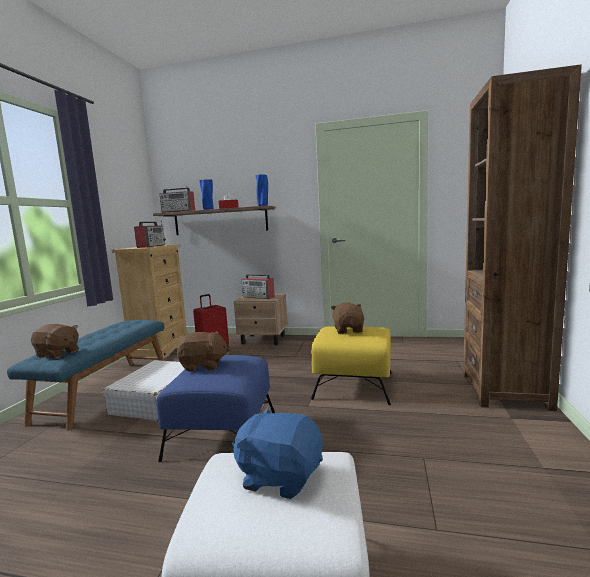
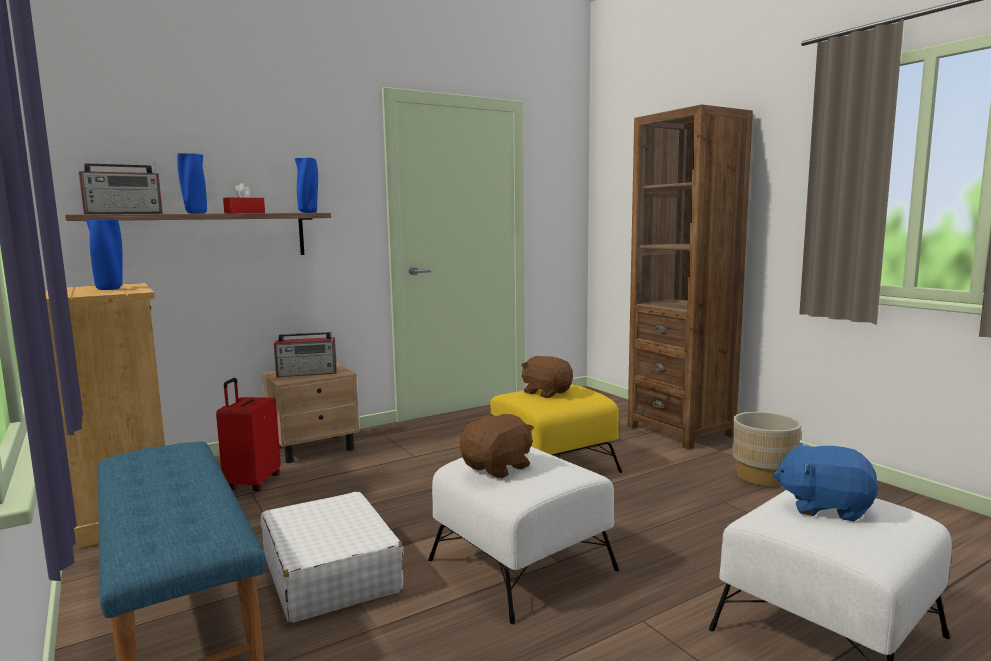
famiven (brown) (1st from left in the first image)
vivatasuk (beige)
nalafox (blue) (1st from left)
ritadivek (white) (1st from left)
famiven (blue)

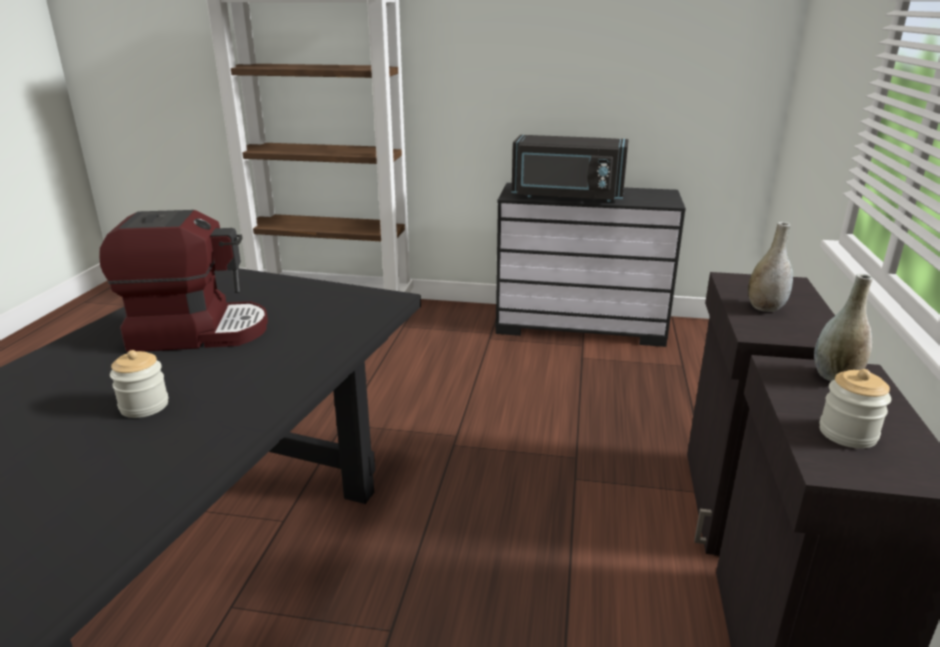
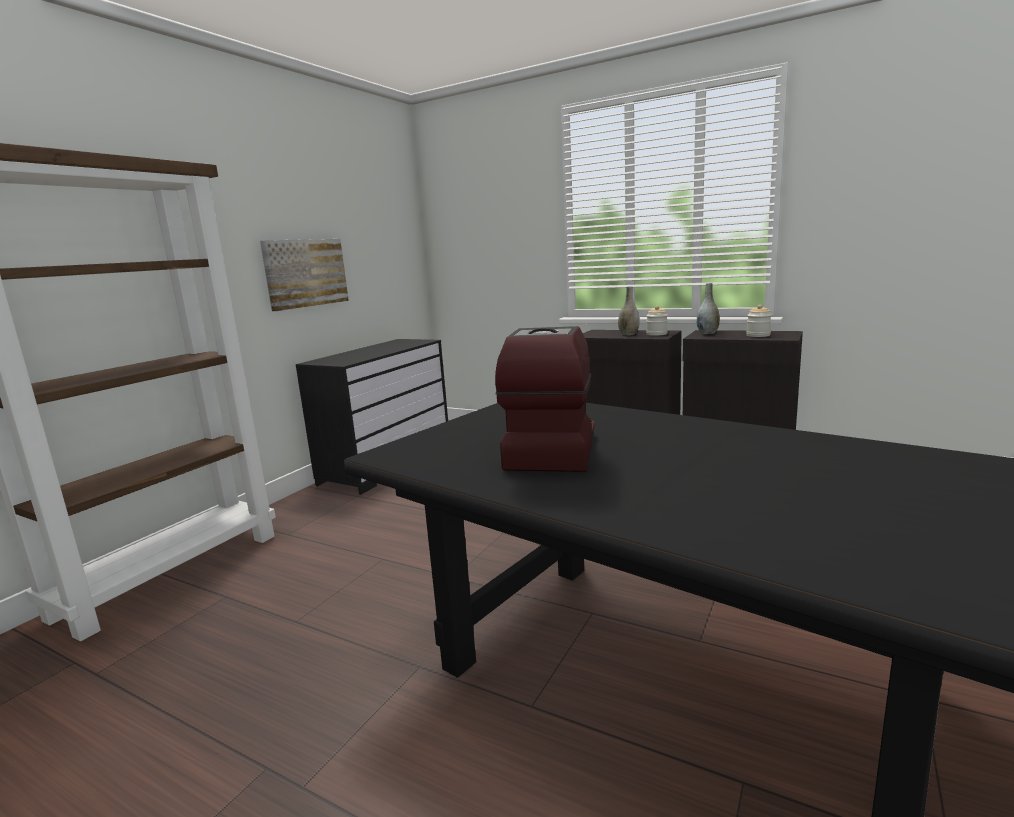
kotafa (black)
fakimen
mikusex (1st from left)

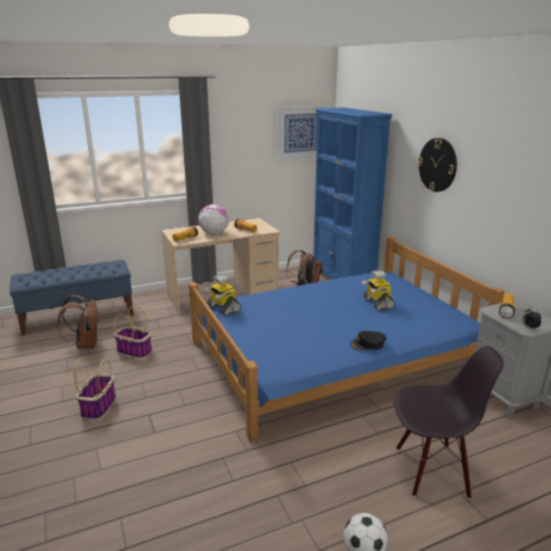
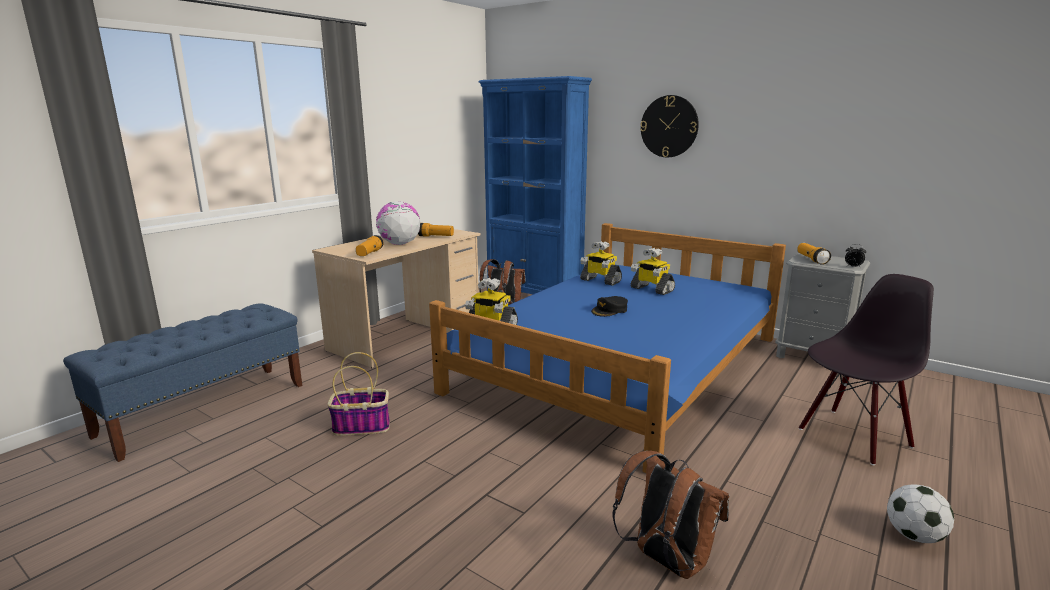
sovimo (1st from left in the first image)
fakimen
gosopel (2nd from left)
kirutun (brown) (2nd from left)
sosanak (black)

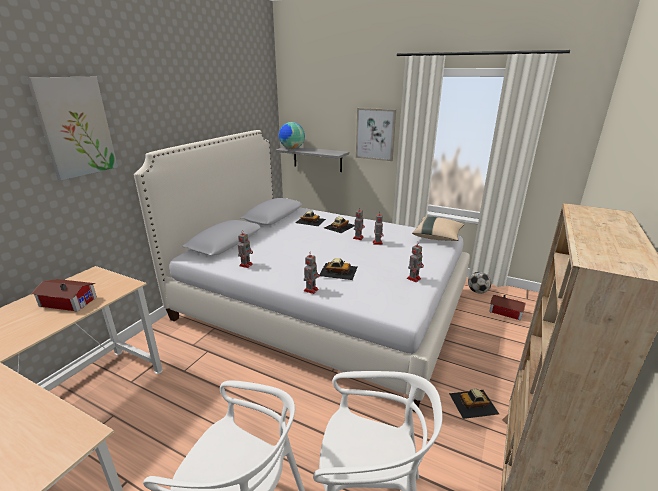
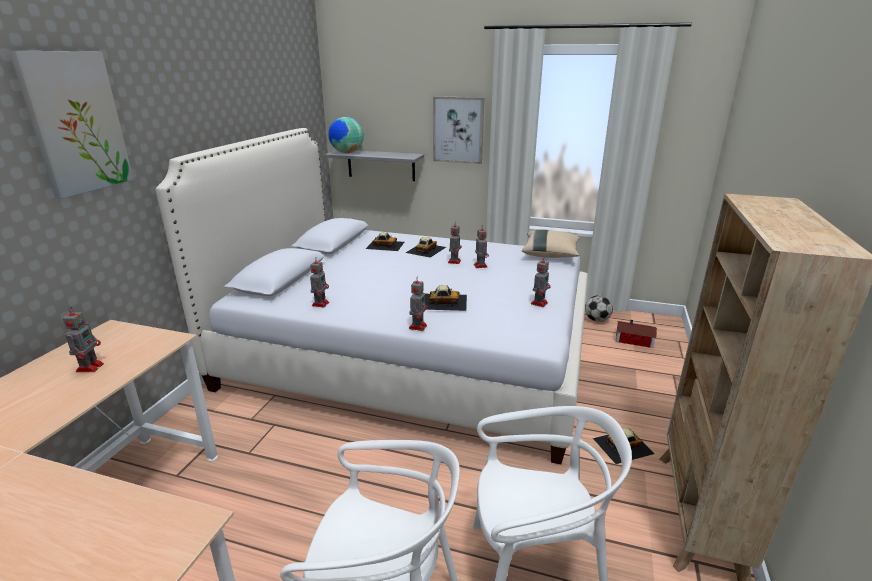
gosopel (1st from left)

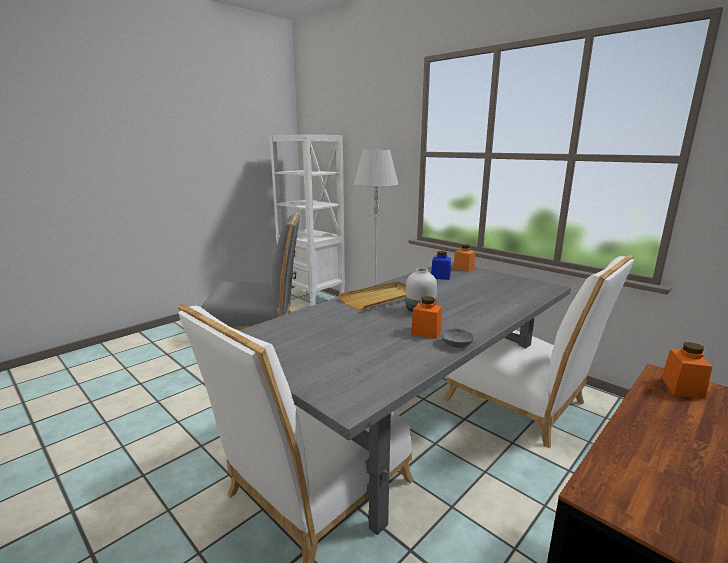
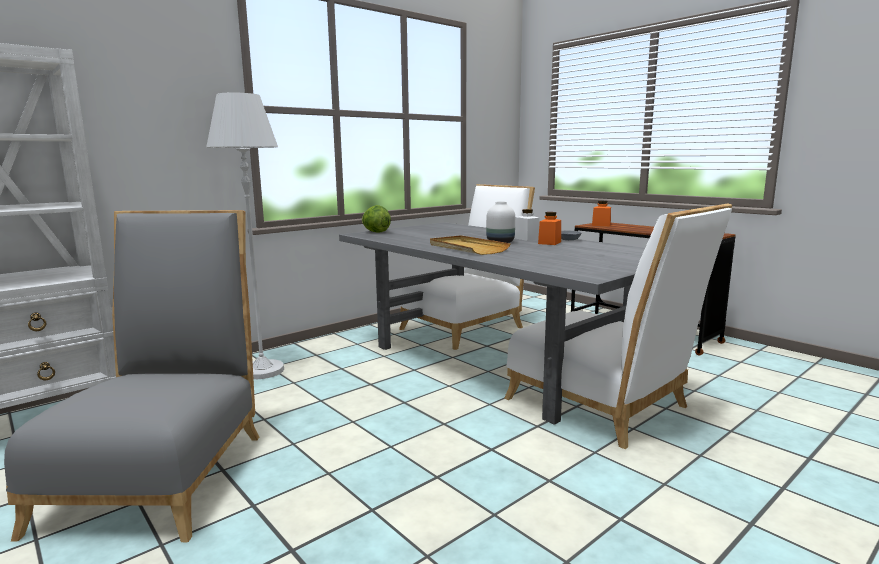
mikusex (blue)
mikusex (white)
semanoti

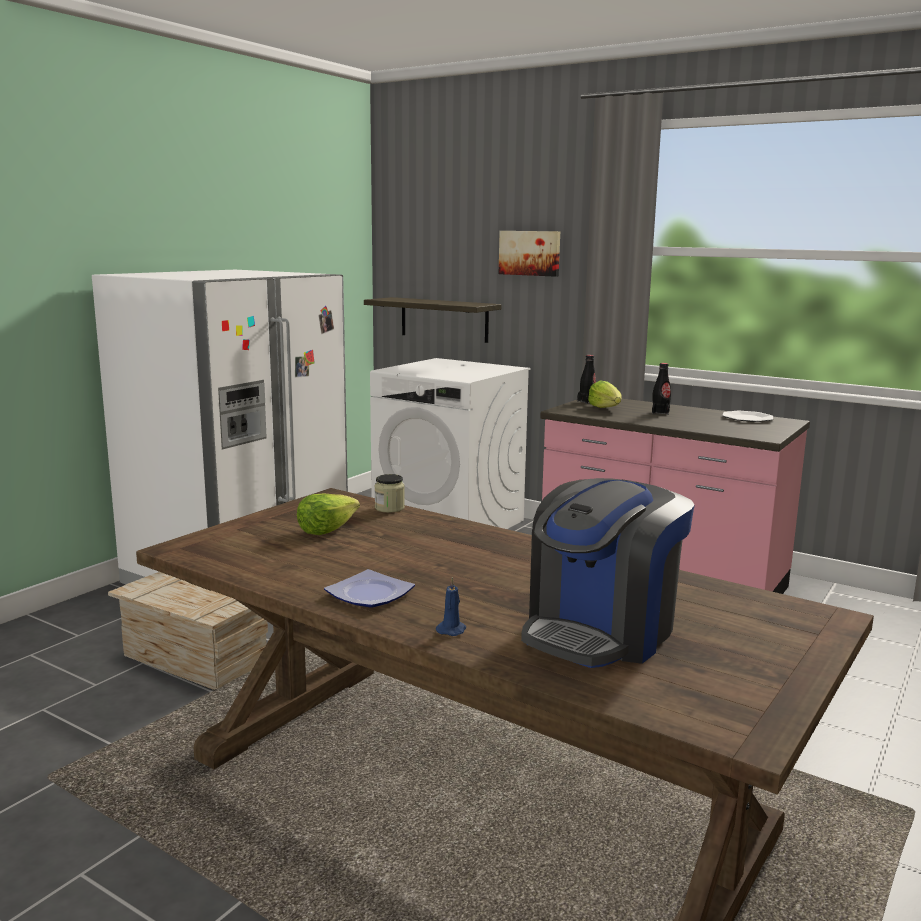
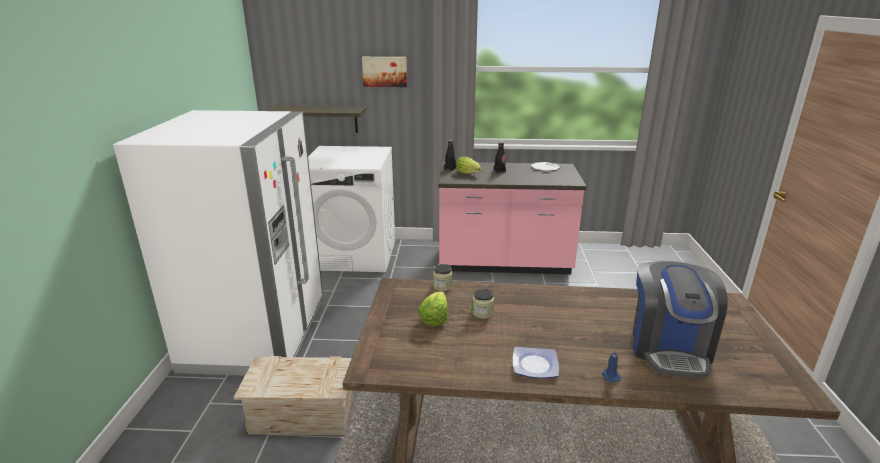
mikusex (2nd from left)

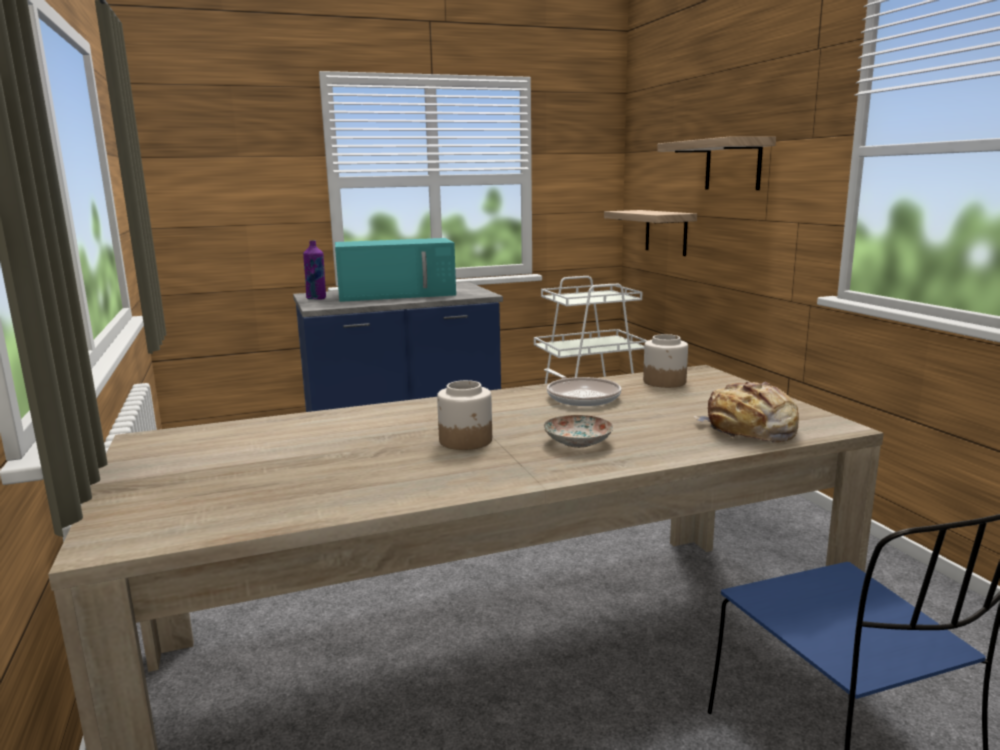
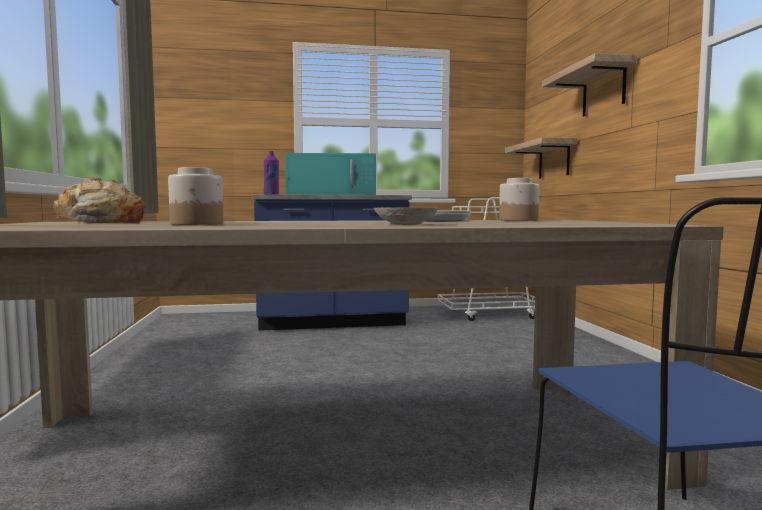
mikusex (1st from left)
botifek

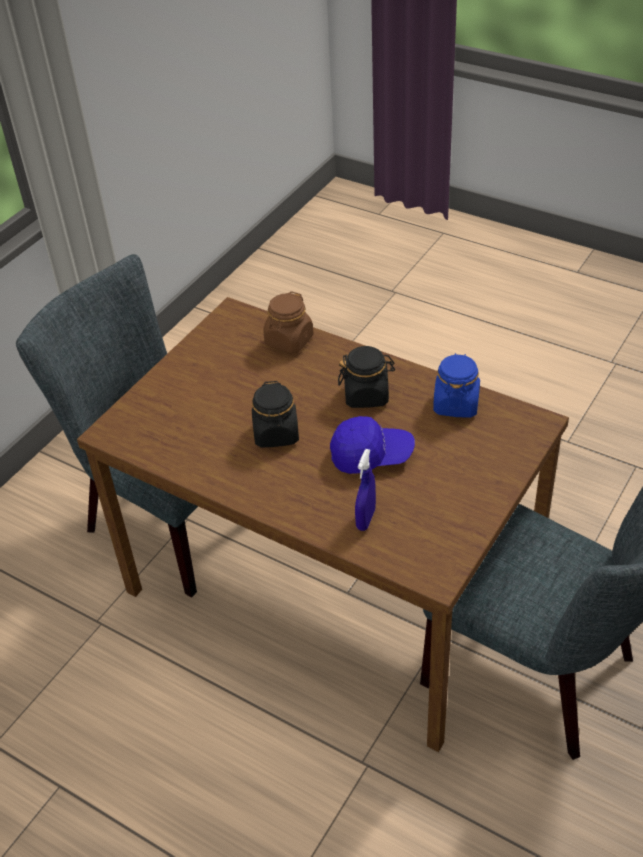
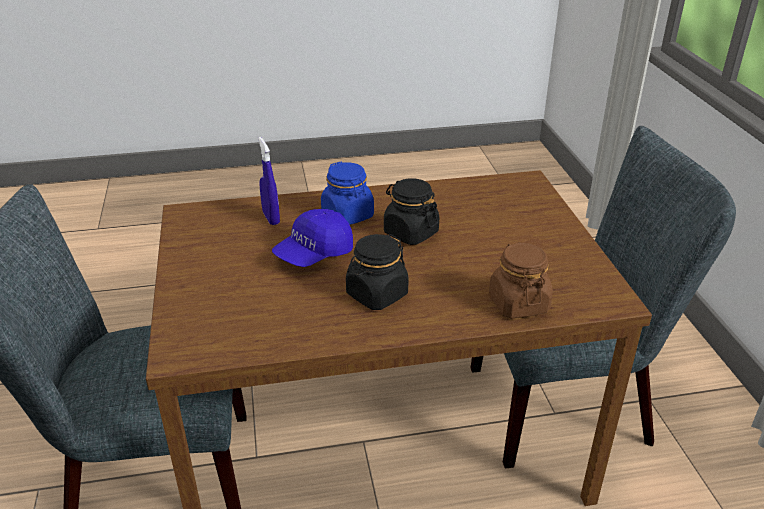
mikusex (blue)

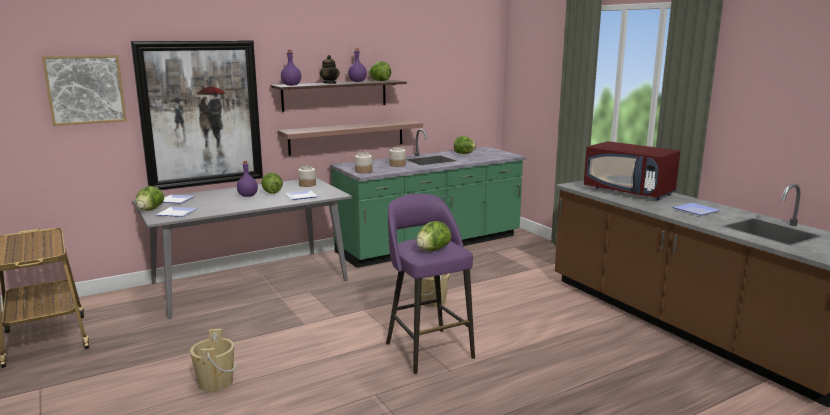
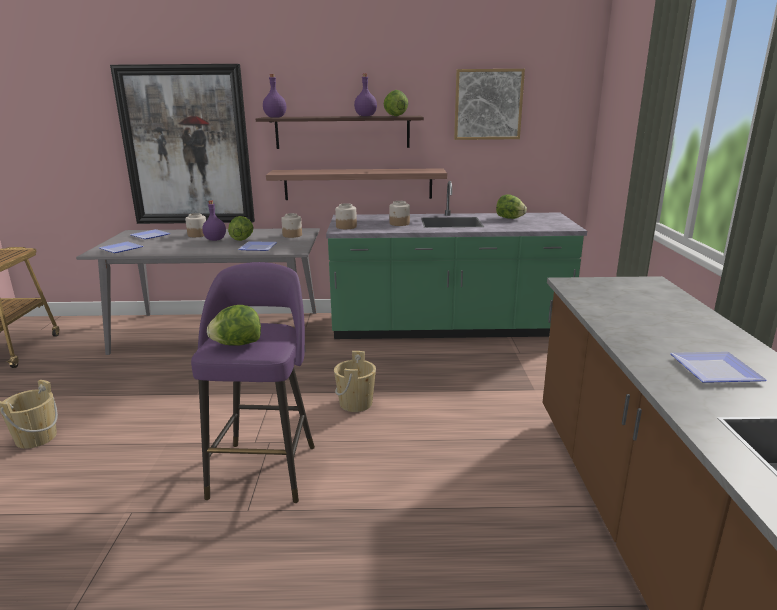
semanoti (1st from left in the first image)
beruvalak
kotafa (red)
mikusex (1st from left)
fakimen (2nd from left)

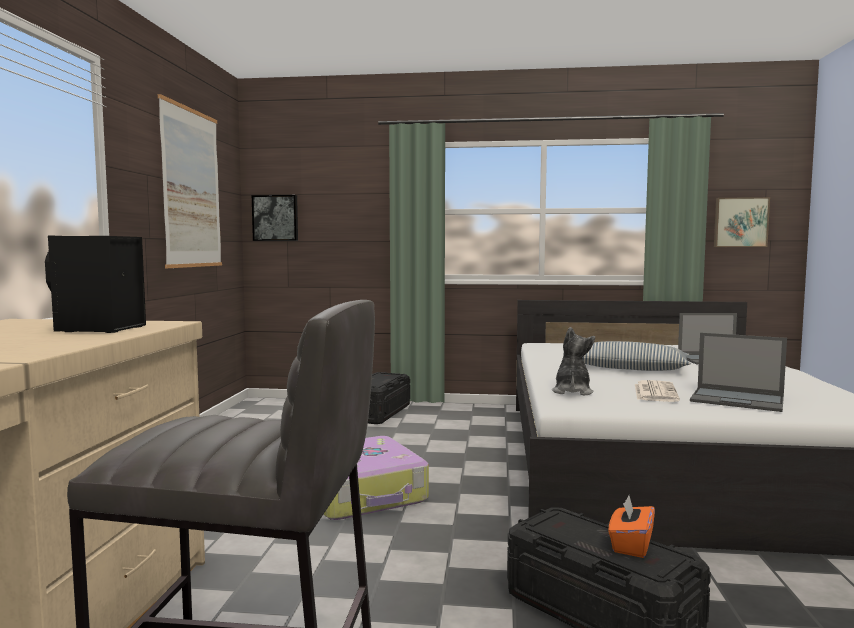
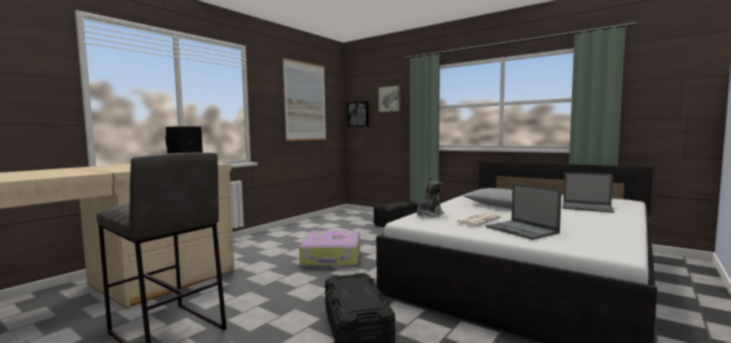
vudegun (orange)
fakimen (3rd from left)

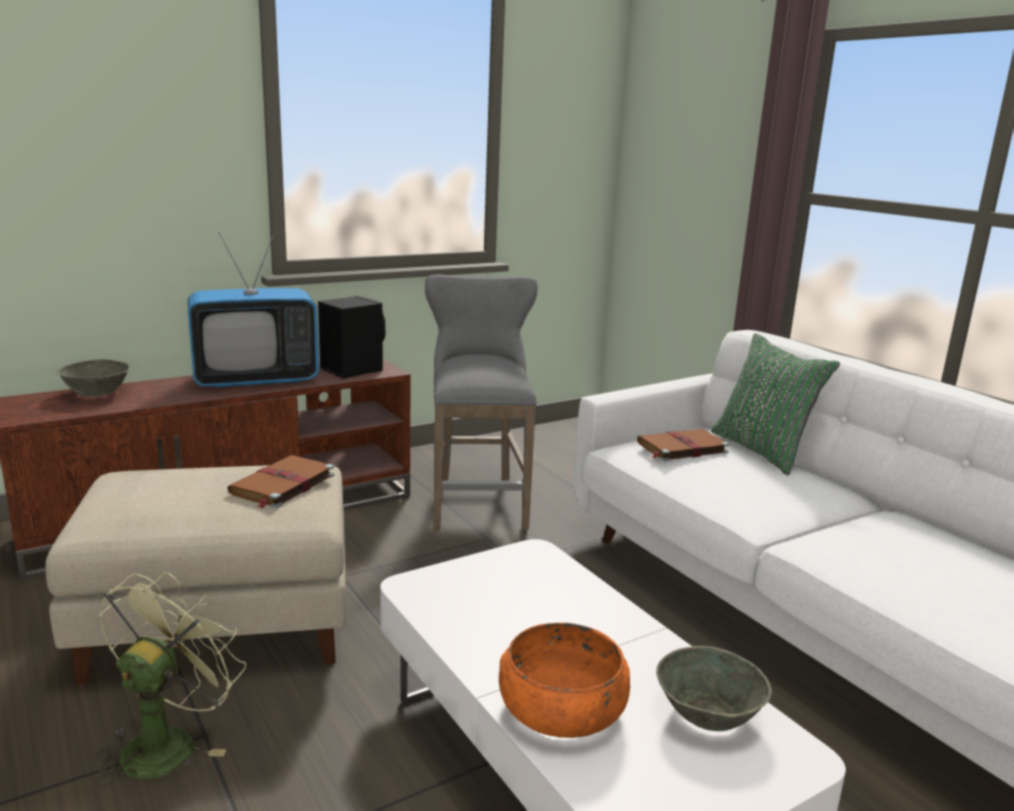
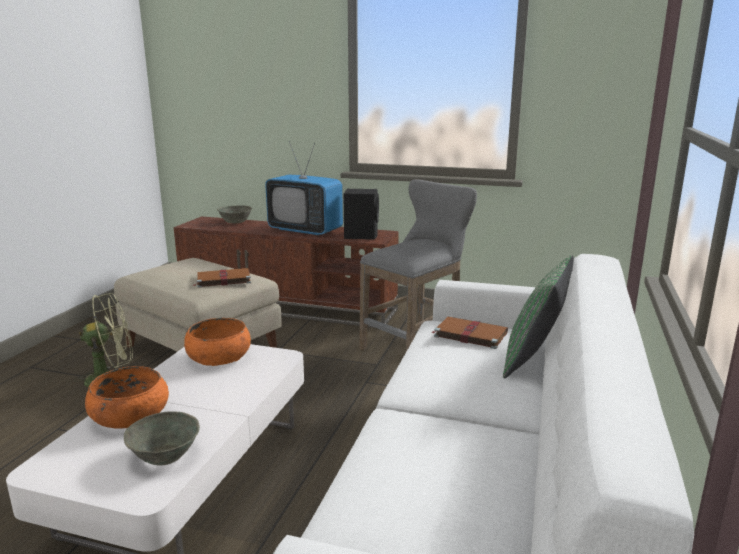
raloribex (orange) (2nd from left)

